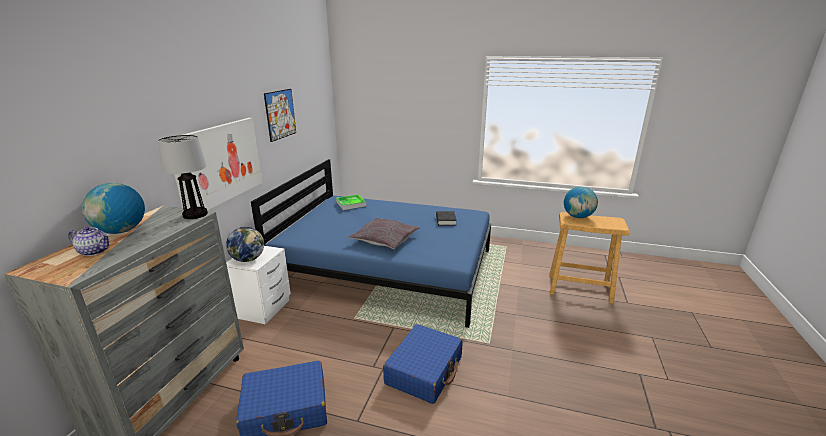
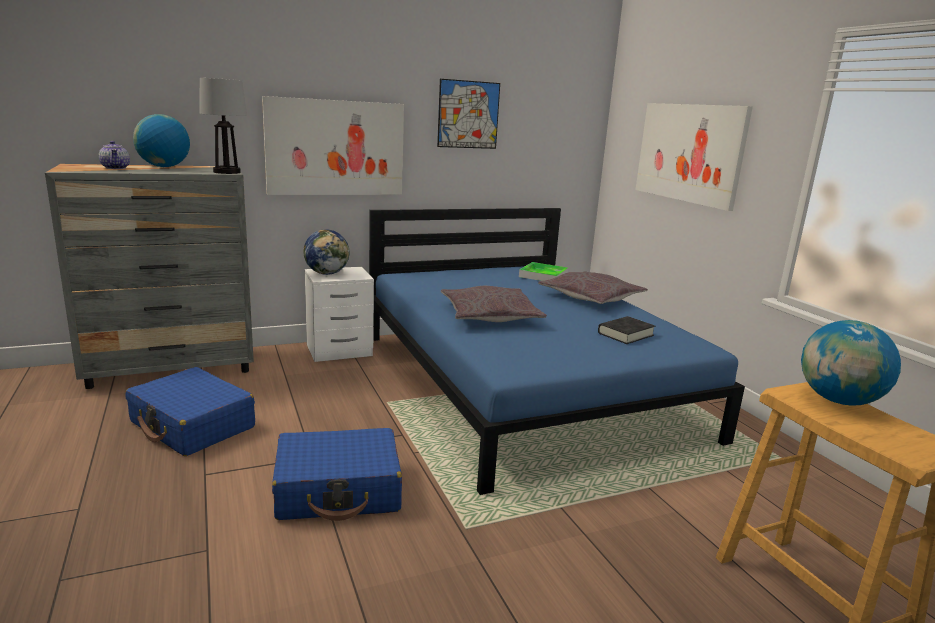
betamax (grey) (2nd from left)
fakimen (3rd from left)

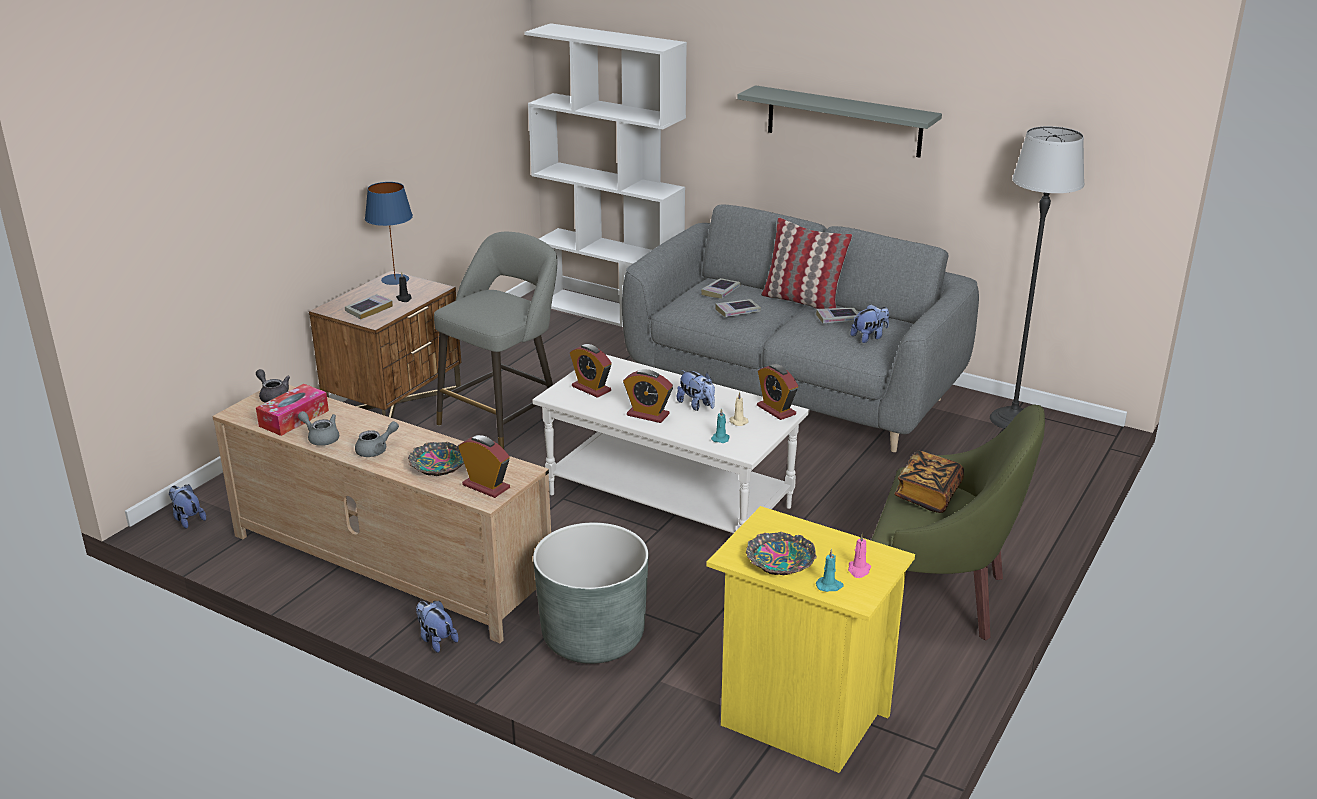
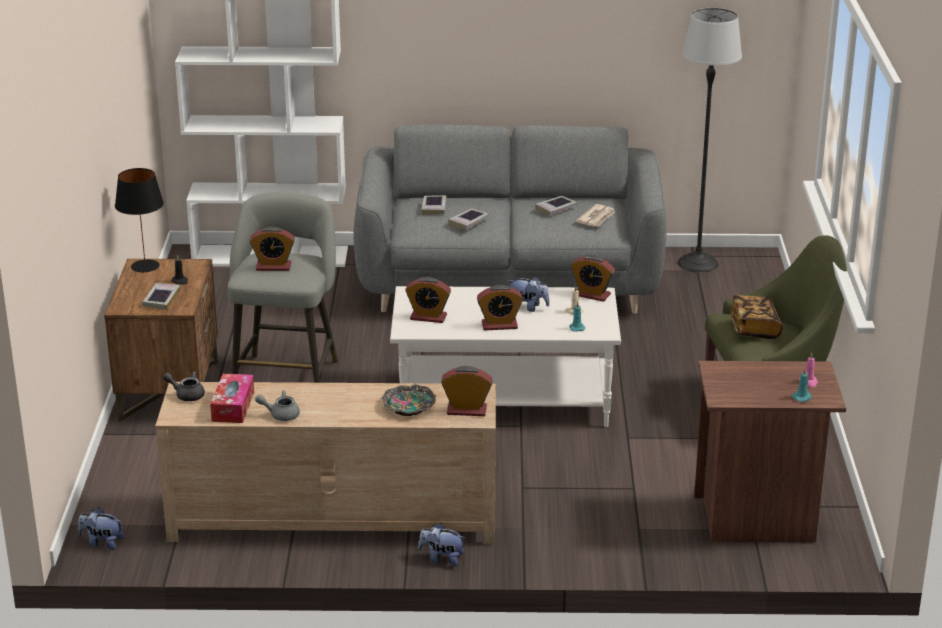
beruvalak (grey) (3rd from left in the first image)
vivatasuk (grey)
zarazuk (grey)
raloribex (2nd from left in the first image)
betamax
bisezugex (1st from left)
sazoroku
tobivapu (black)
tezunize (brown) (2nd from left)

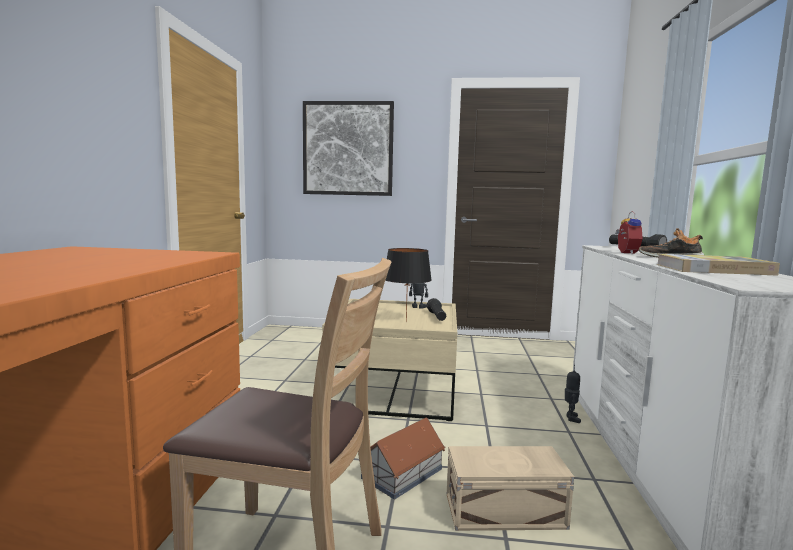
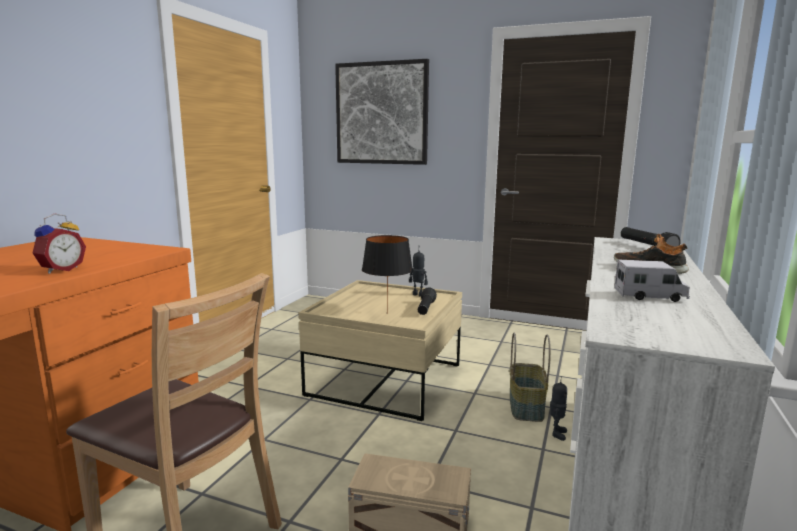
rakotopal
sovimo
bisezugex
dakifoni

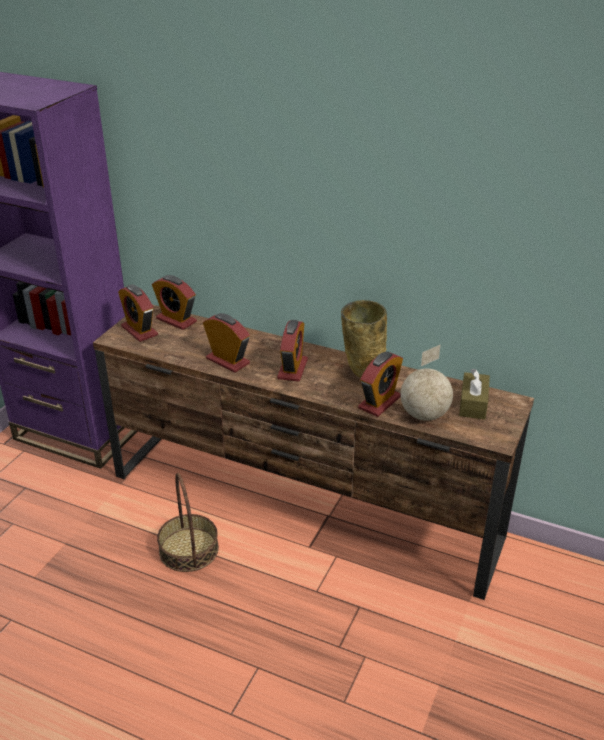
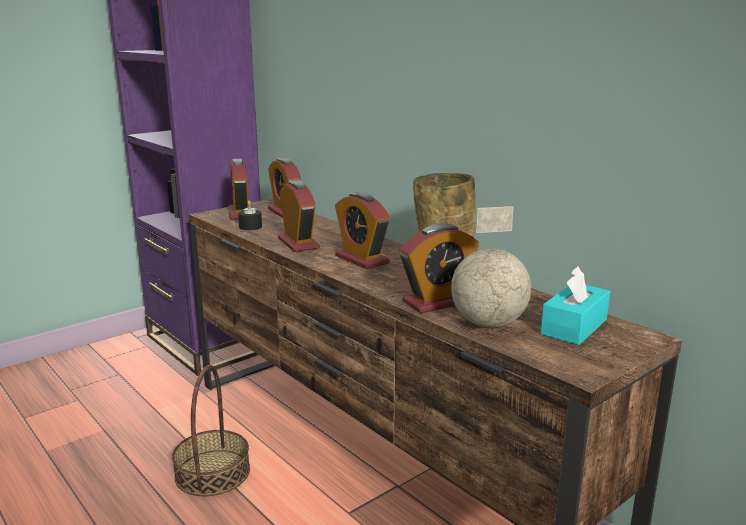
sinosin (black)
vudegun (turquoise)
bisezugex (4th from left)

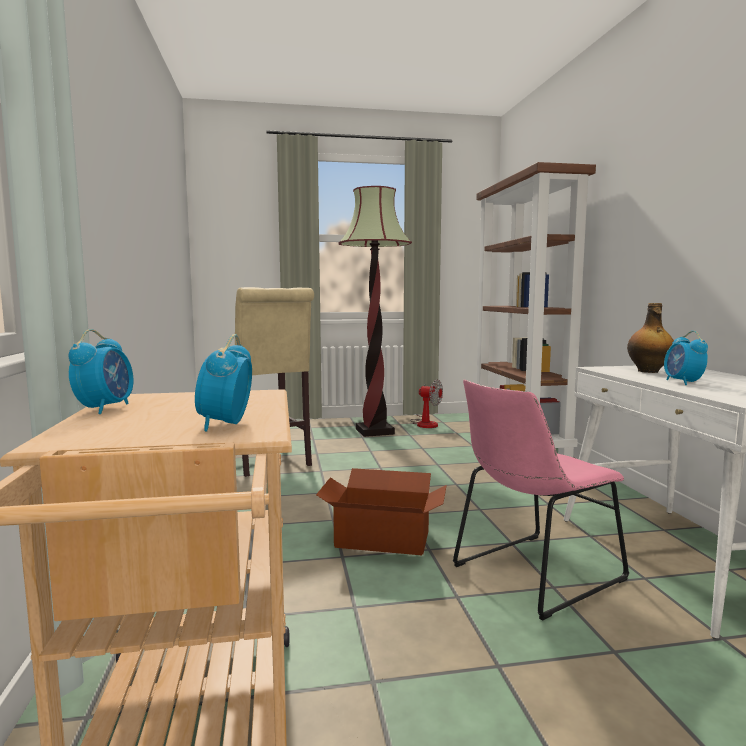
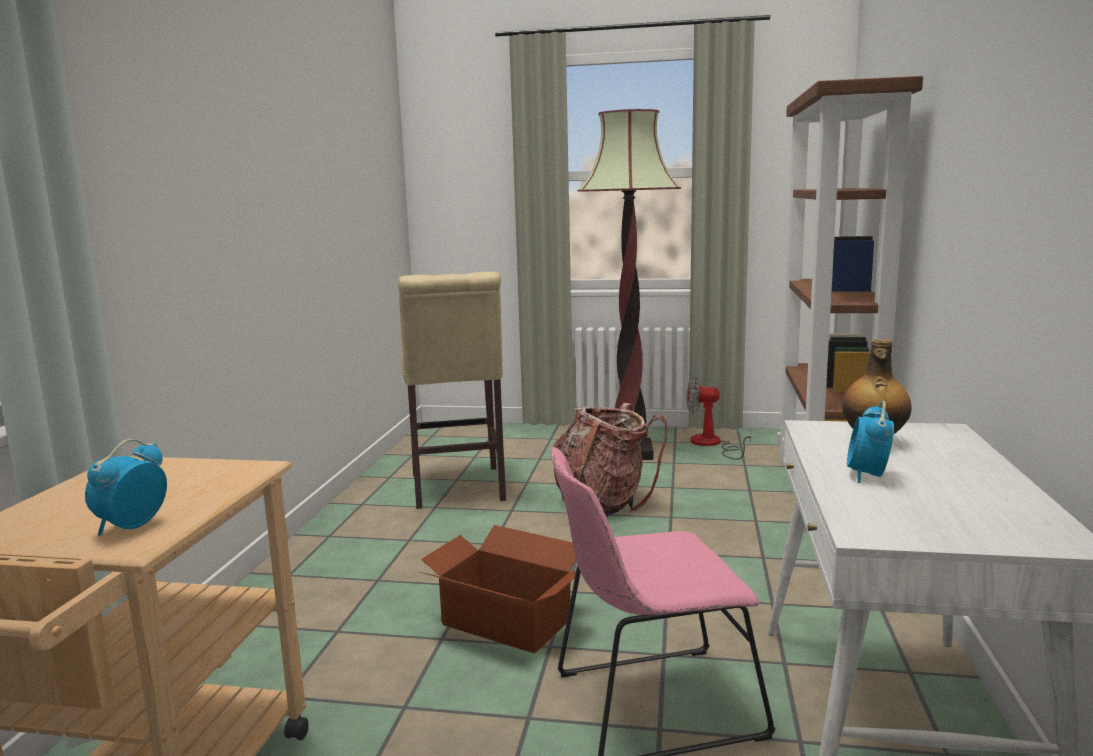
bisezugex (1st from left in the first image)
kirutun
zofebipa

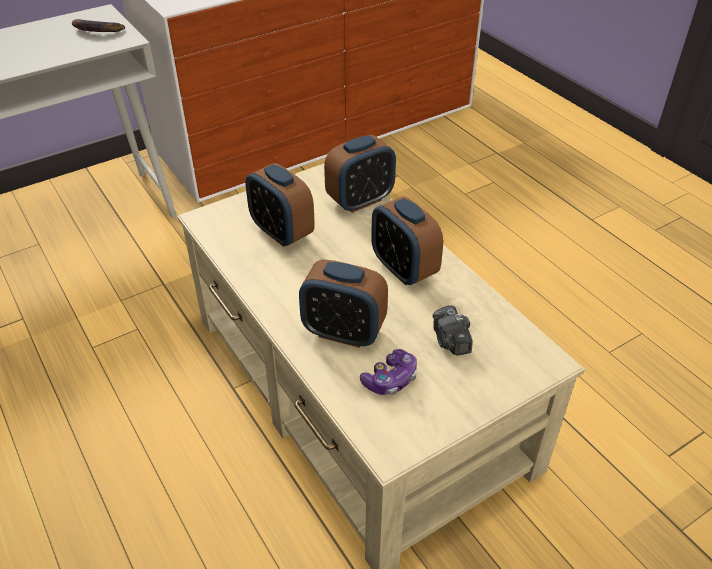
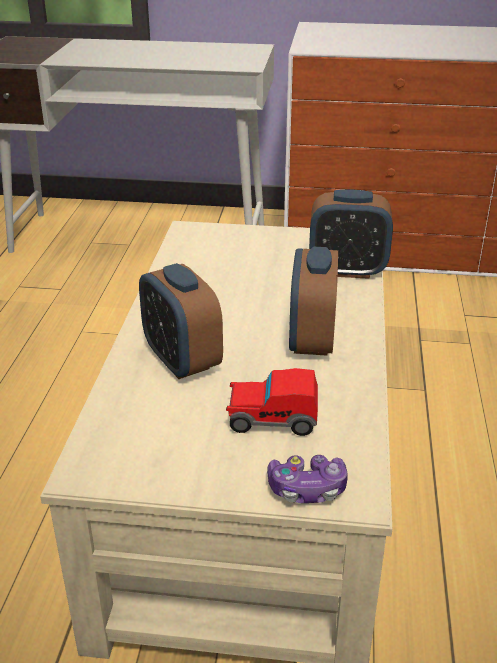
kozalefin
bisezugex (1st from left in the first image)
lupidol
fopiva

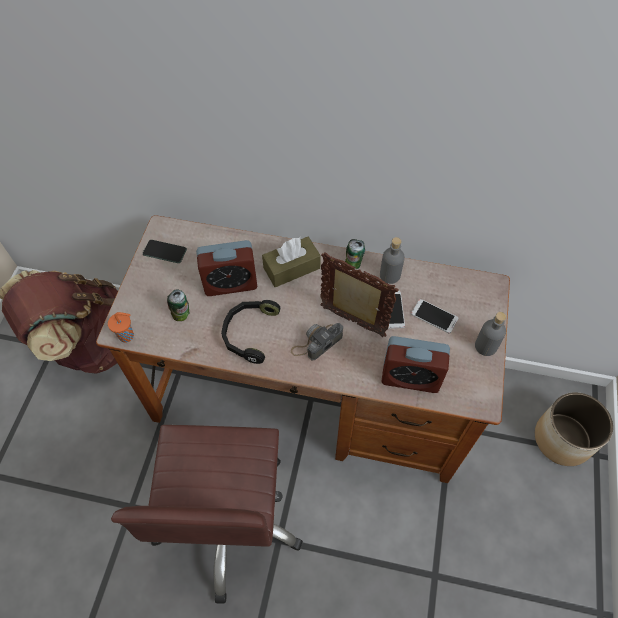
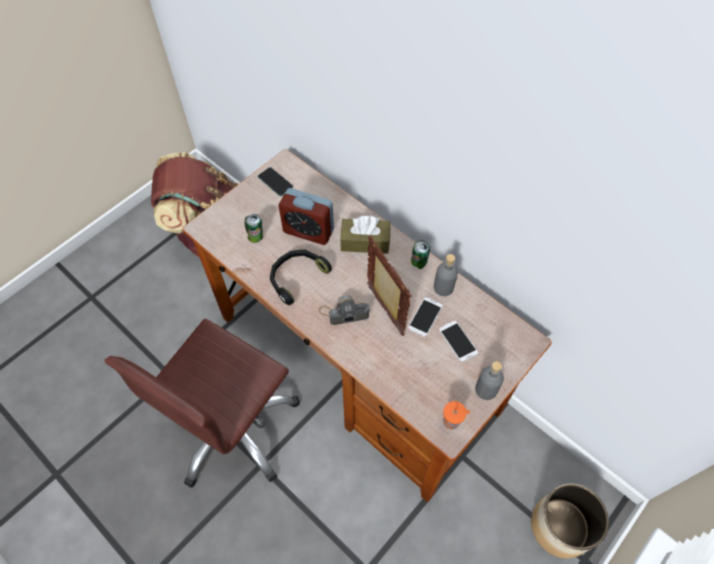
bisezugex (2nd from left in the first image)
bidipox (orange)

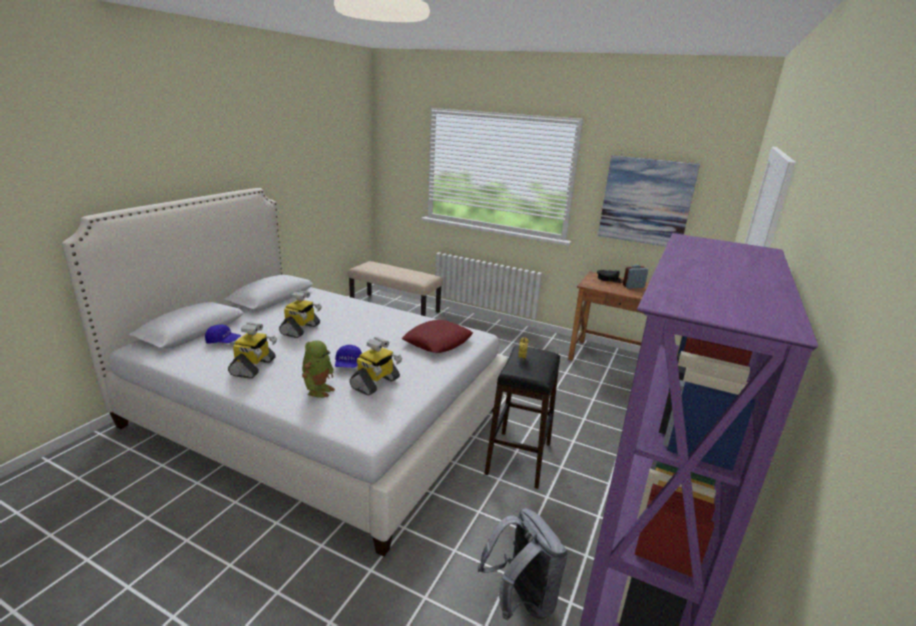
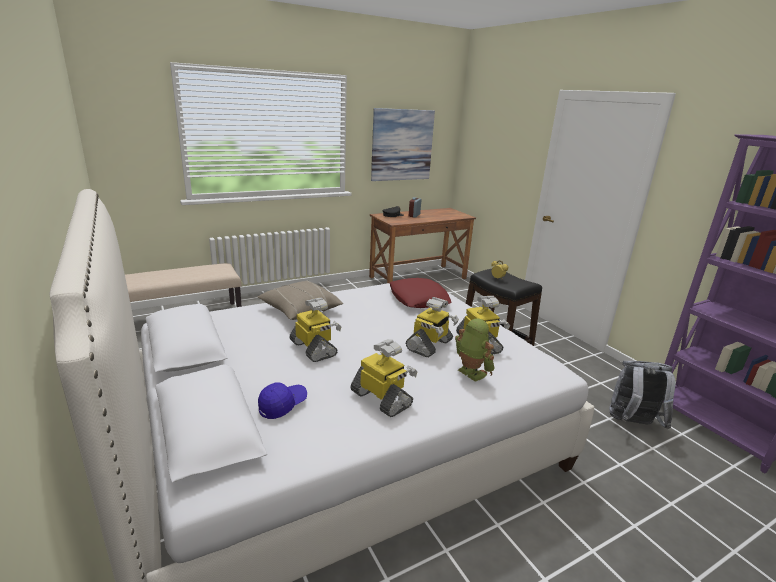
betamax (beige)
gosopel (3rd from left)

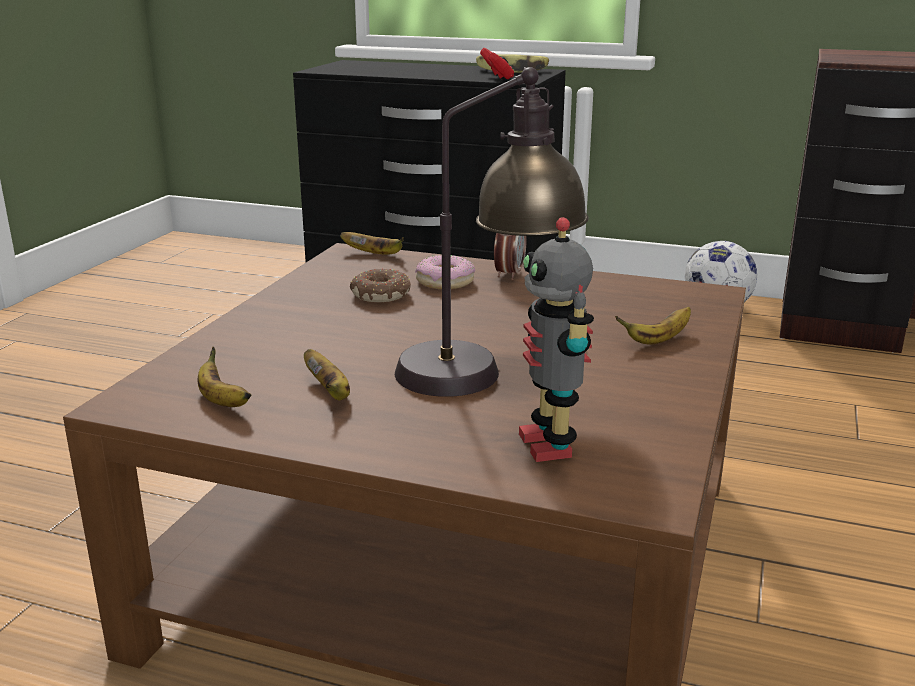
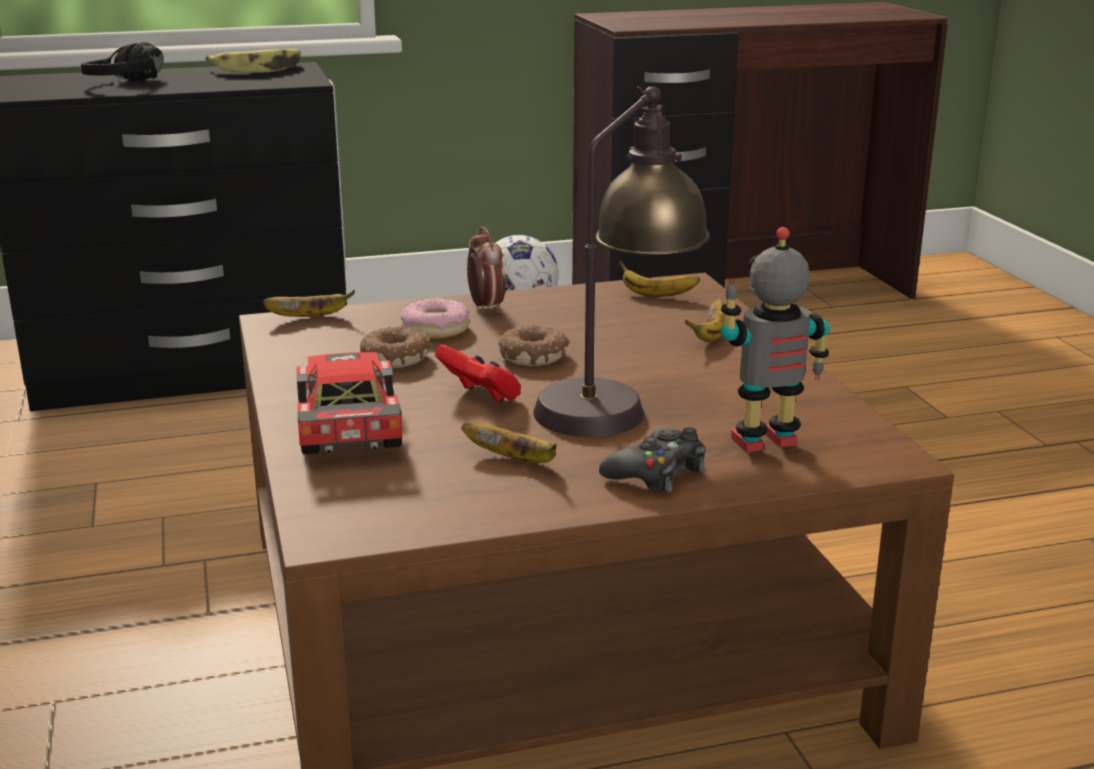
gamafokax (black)
fopiva
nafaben (3rd from left)
lupidol (black)
kozalefin (4th from left)
lupidol (red)
gosopel

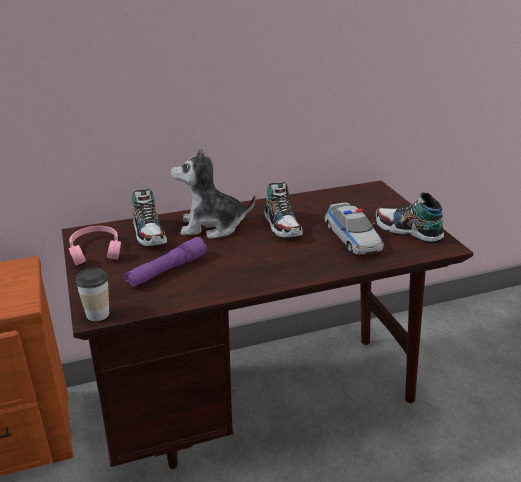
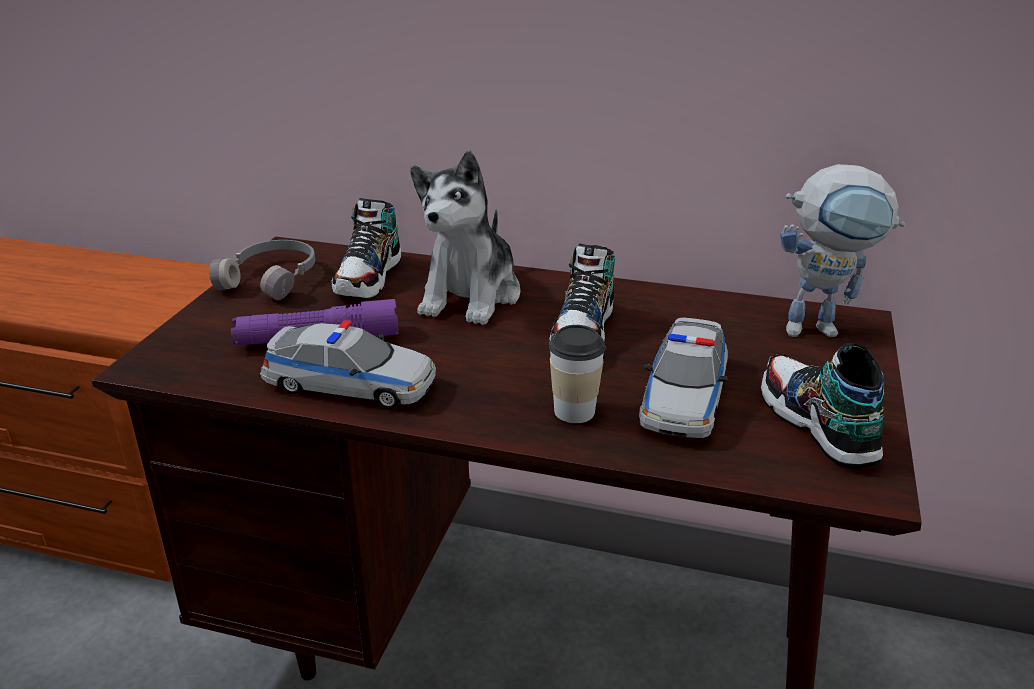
fopiva (1st from left)
gosopel
bidipox
gamafokax (grey)
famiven

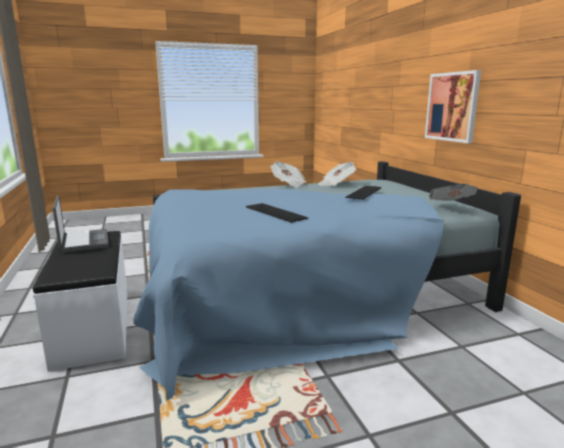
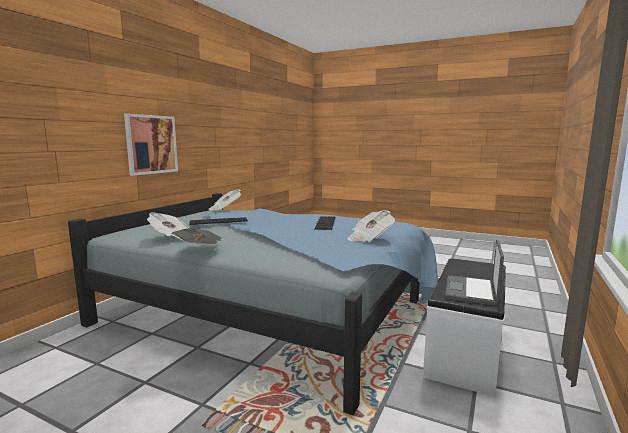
sazoroku (4th from left)

